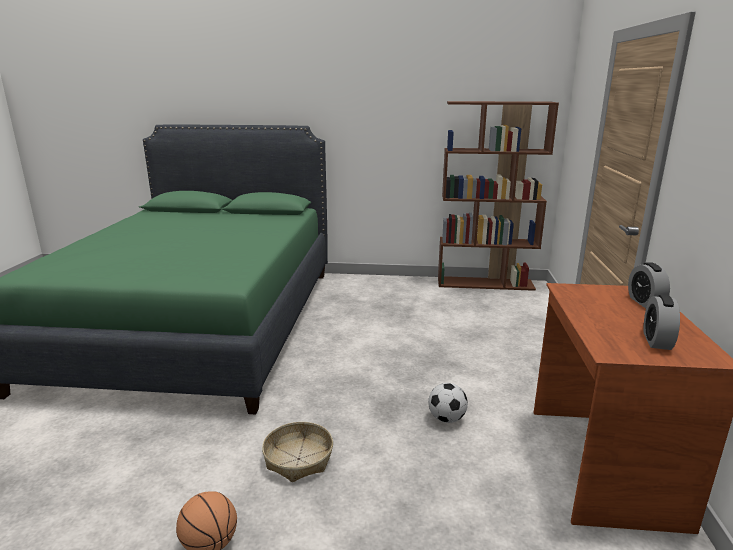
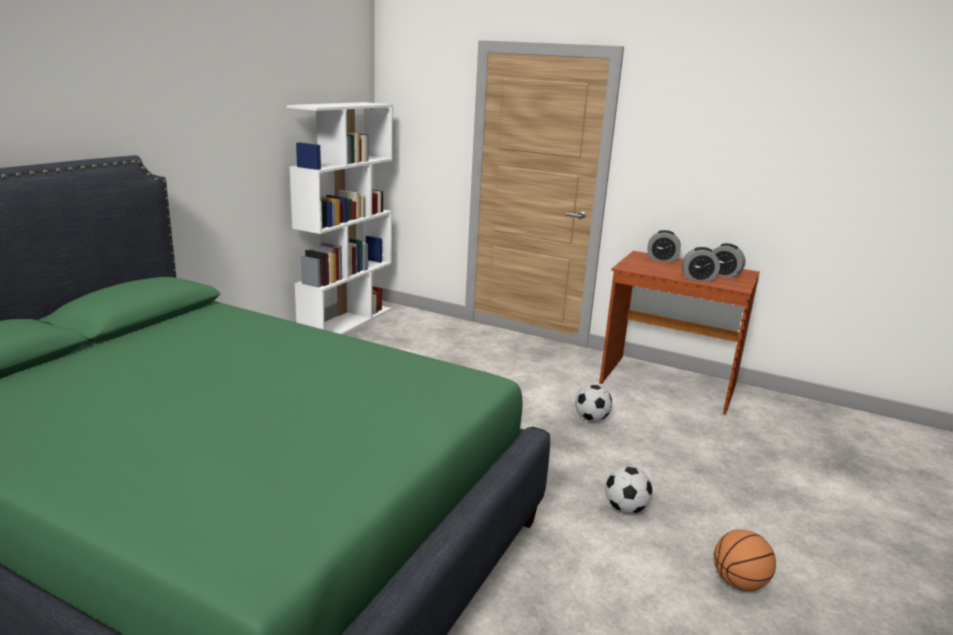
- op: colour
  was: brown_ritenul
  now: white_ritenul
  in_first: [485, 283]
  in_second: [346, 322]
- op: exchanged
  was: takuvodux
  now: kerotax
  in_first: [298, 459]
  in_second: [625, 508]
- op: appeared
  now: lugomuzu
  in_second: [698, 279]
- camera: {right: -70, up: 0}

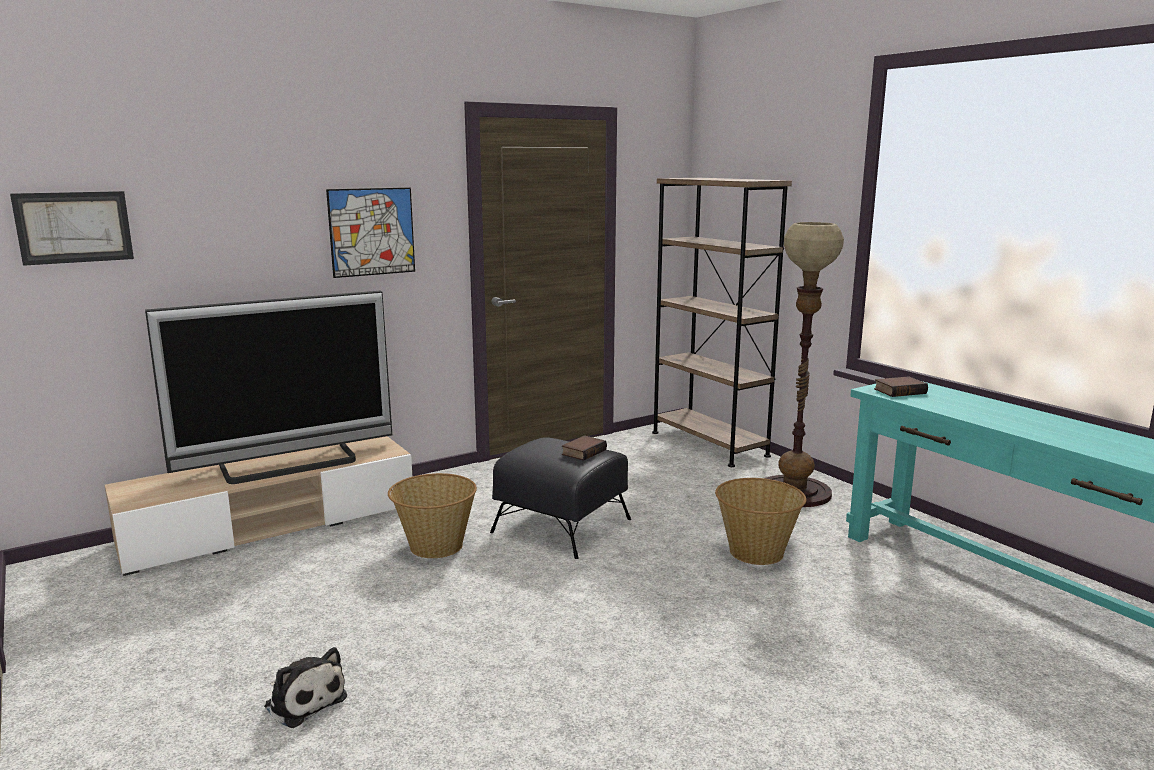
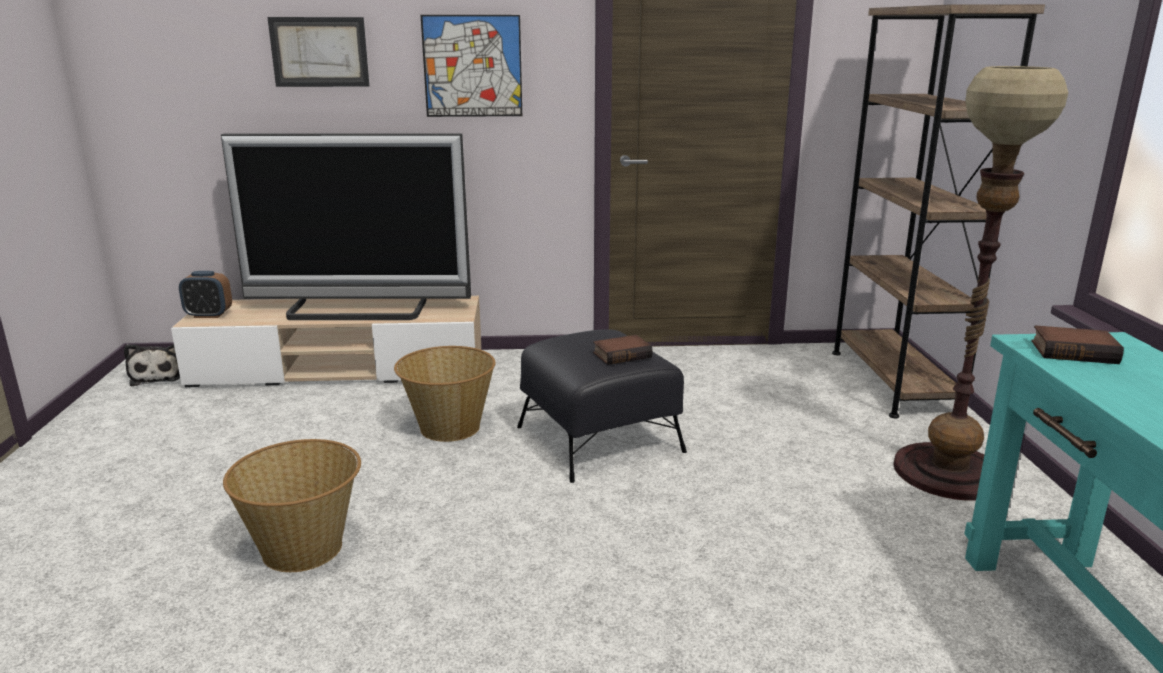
- op: relocated
  was: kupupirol
  in_first: [304, 700]
  in_second: [158, 376]
- op: appeared
  now: lugomuzu
  in_second: [209, 315]
- op: relocated
  was: takuvodux
  in_first: [756, 551]
  in_second: [304, 548]
- op: relocated
  was: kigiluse
  in_first: [74, 227]
  in_second: [319, 52]
- camera: {right: 30, up: 5}

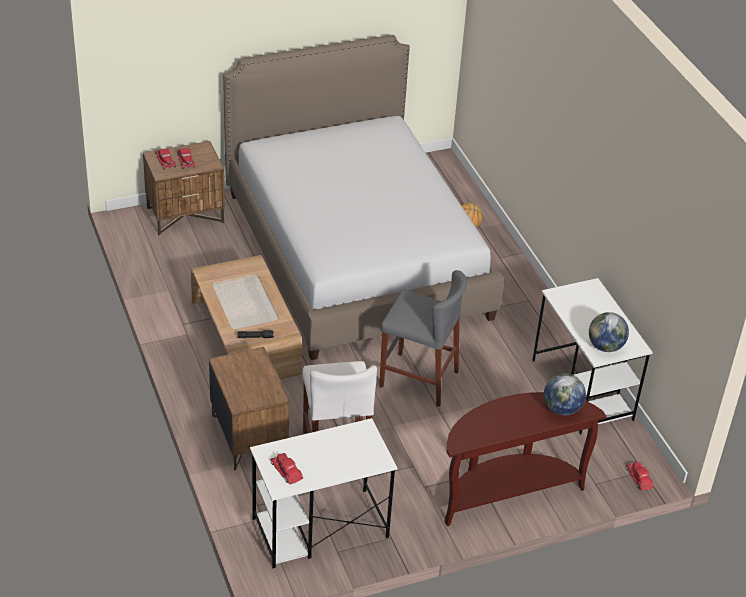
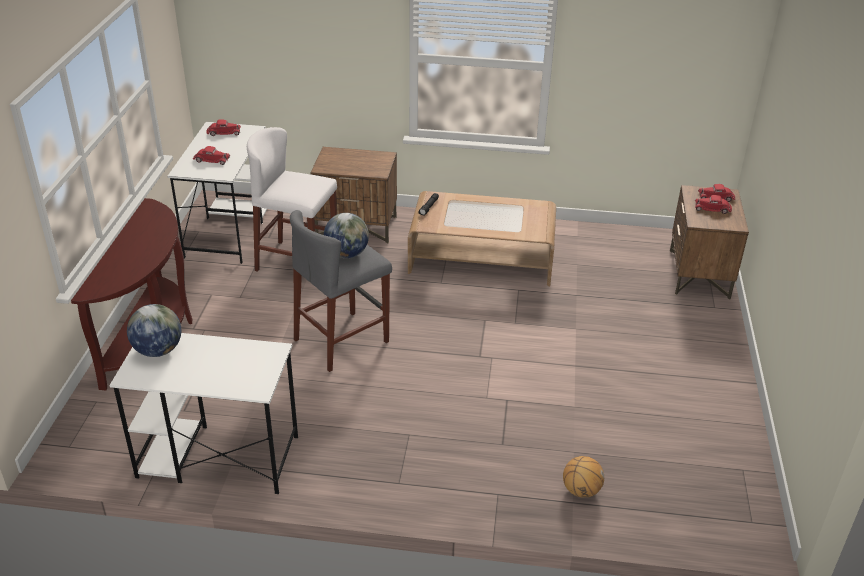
- op: relocated
  was: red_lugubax
  in_first: [639, 478]
  in_second: [211, 160]
- op: relocated
  was: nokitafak
  in_first: [561, 409]
  in_second: [347, 254]
- op: missing
  was: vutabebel
  in_first: [356, 254]
- camera: {right: 120, up: -5}

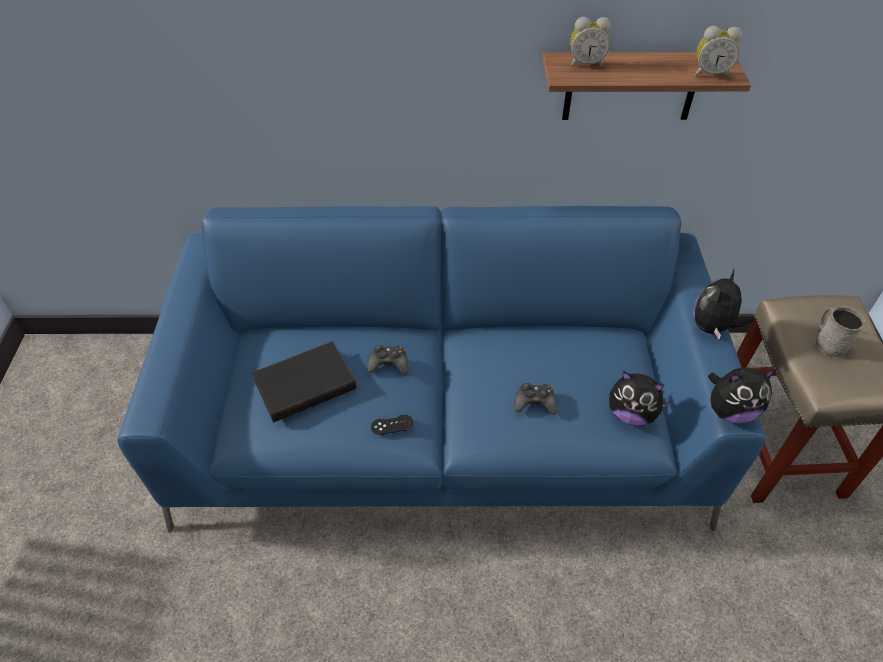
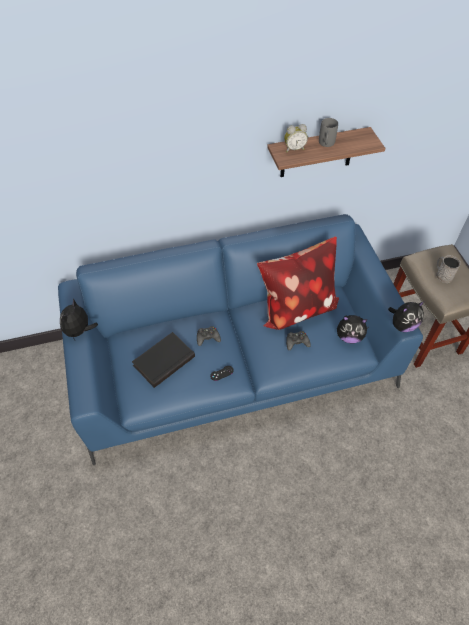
- op: relocated
  was: kupupirol
  in_first: [713, 327]
  in_second: [79, 331]
- op: appeared
  now: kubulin
  in_second: [296, 308]
- op: appeared
  now: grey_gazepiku
  in_second: [326, 144]
- op: missing
  was: lugomuzu
  in_first: [710, 74]
- camera: {right: -15, up: 5}

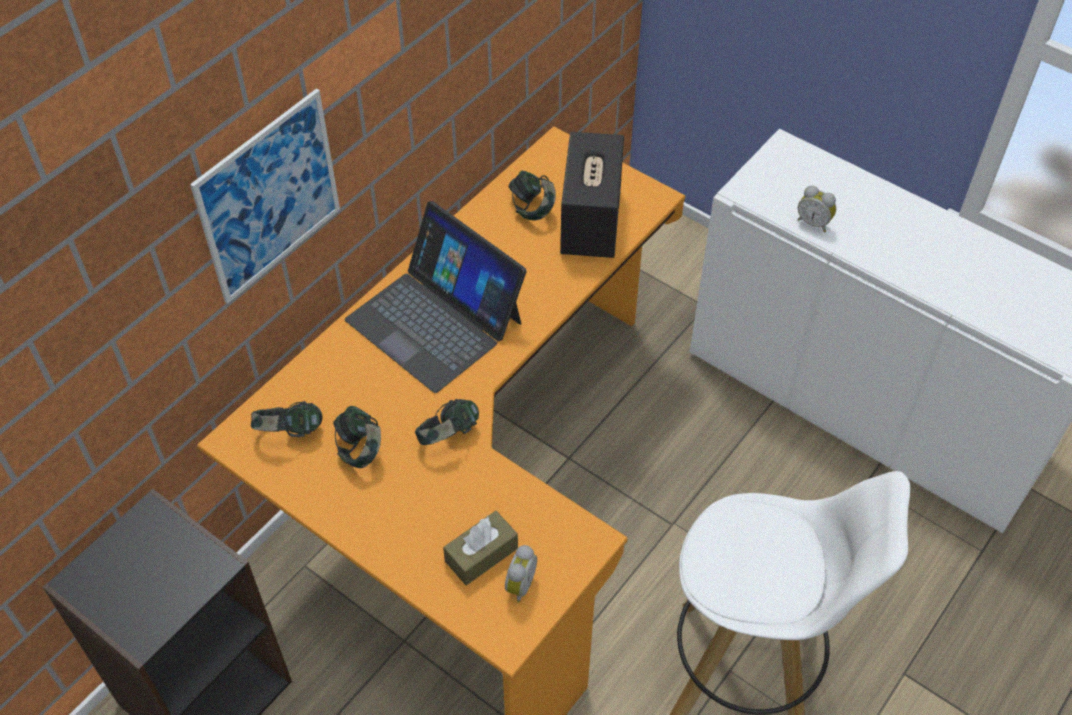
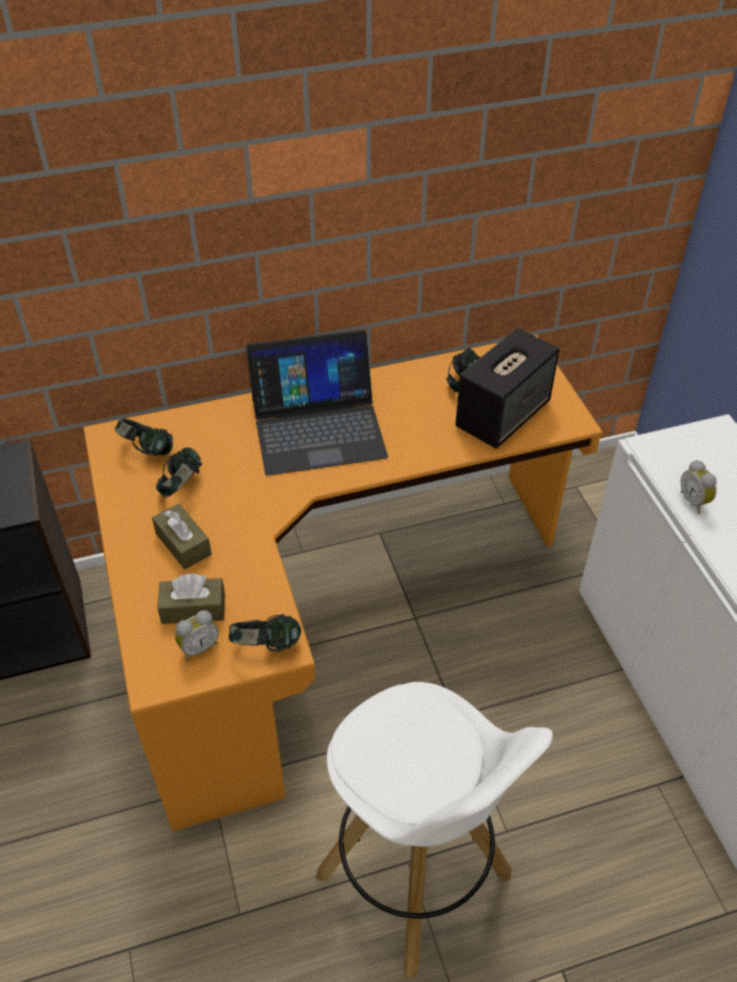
- op: appeared
  now: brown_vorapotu
  in_second: [183, 544]
- op: relocated
  was: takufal
  in_first: [448, 436]
  in_second: [266, 646]
- op: spun
  was: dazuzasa
  in_first: [435, 320]
  in_second: [318, 427]
  clockwise: -90
- op: missing
  was: kigiluse
  in_first: [269, 197]
- camera: {right: 35, up: -5}

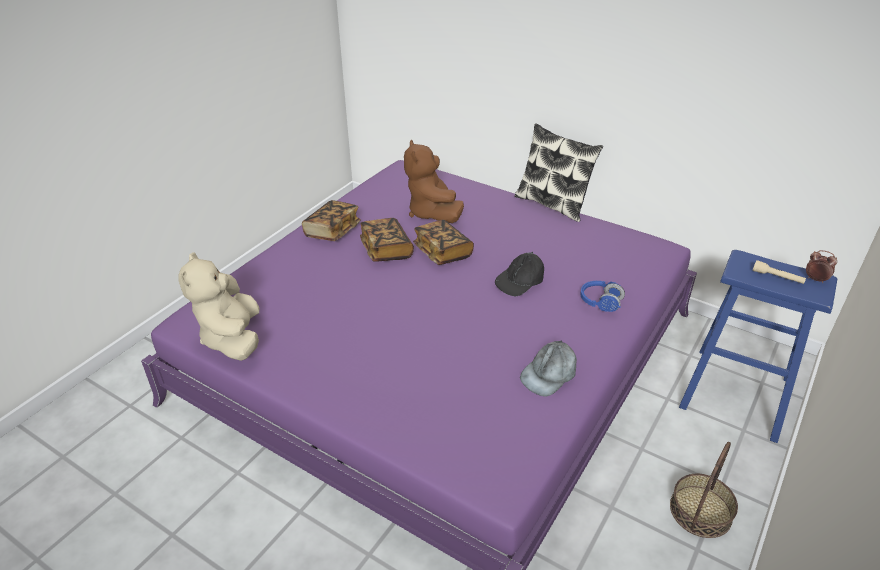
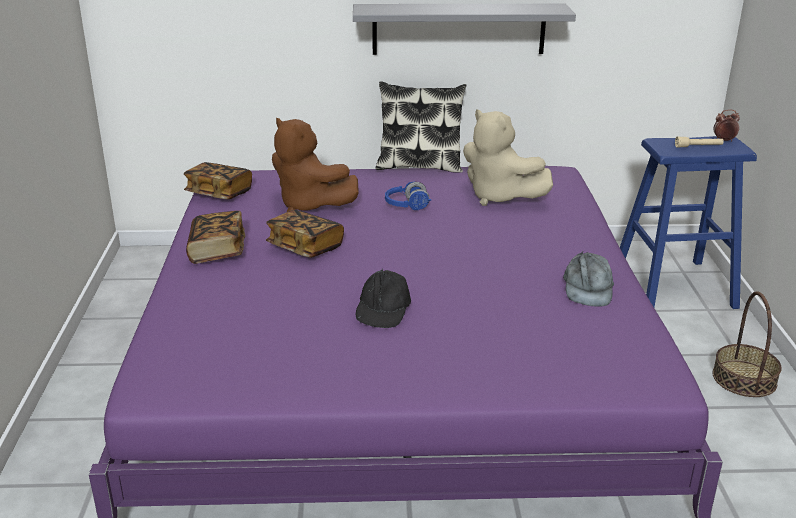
- op: relocated
  was: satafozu
  in_first: [442, 252]
  in_second: [219, 193]
- op: appeared
  now: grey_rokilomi
  in_second: [459, 29]
- op: relocated
  was: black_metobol
  in_first: [520, 280]
  in_second: [383, 308]
- op: relocated
  was: blue_takufal
  in_first: [600, 303]
  in_second: [407, 206]
- op: relocated
  was: beige_kupupirol
  in_first: [232, 338]
  in_second: [499, 197]
- camera: {right: -35, up: -10}

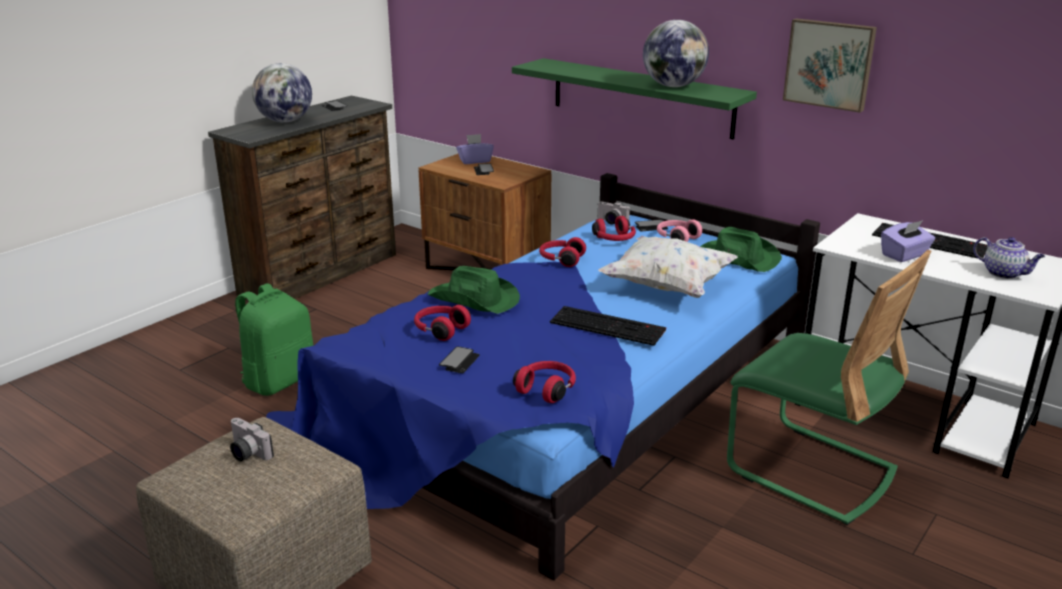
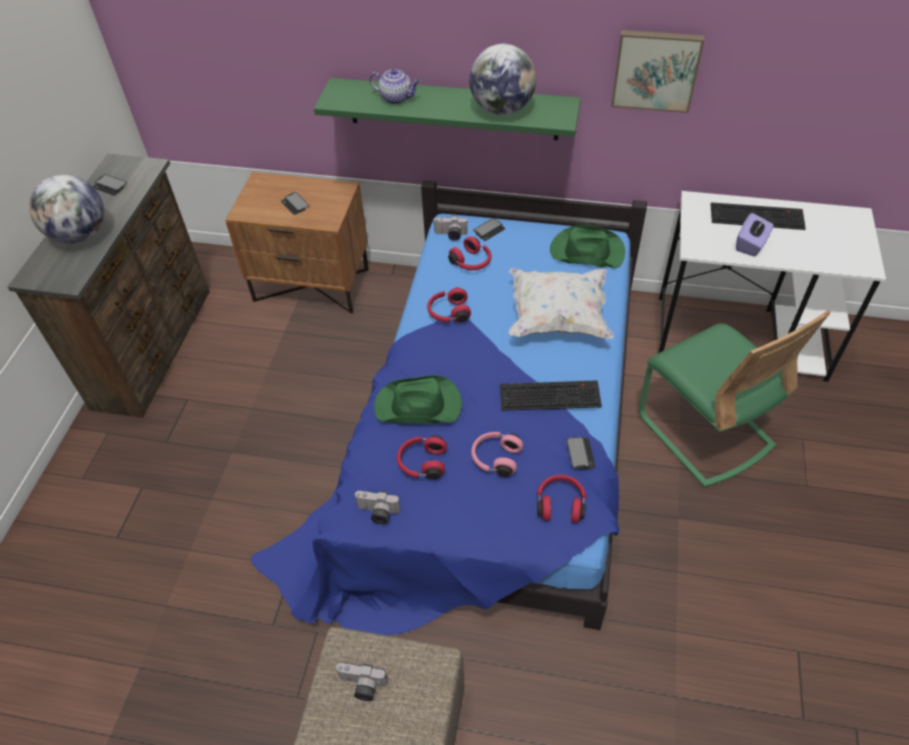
- op: appeared
  now: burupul
  in_second: [377, 513]
- op: relocated
  was: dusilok
  in_first: [1004, 273]
  in_second: [397, 98]
- op: relocated
  was: pink_takufal
  in_first: [676, 238]
  in_second: [495, 458]
- op: relocated
  was: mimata
  in_first: [459, 361]
  in_second: [580, 453]
- op: spun
  was: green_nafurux
  in_first: [810, 470]
  in_second: [704, 430]
  clockwise: 45
- op: missing
  was: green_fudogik
  in_first: [279, 380]
- op: missing
  was: purple_vorapotu
  in_first: [475, 161]
- camera: {right: -25, up: 25}

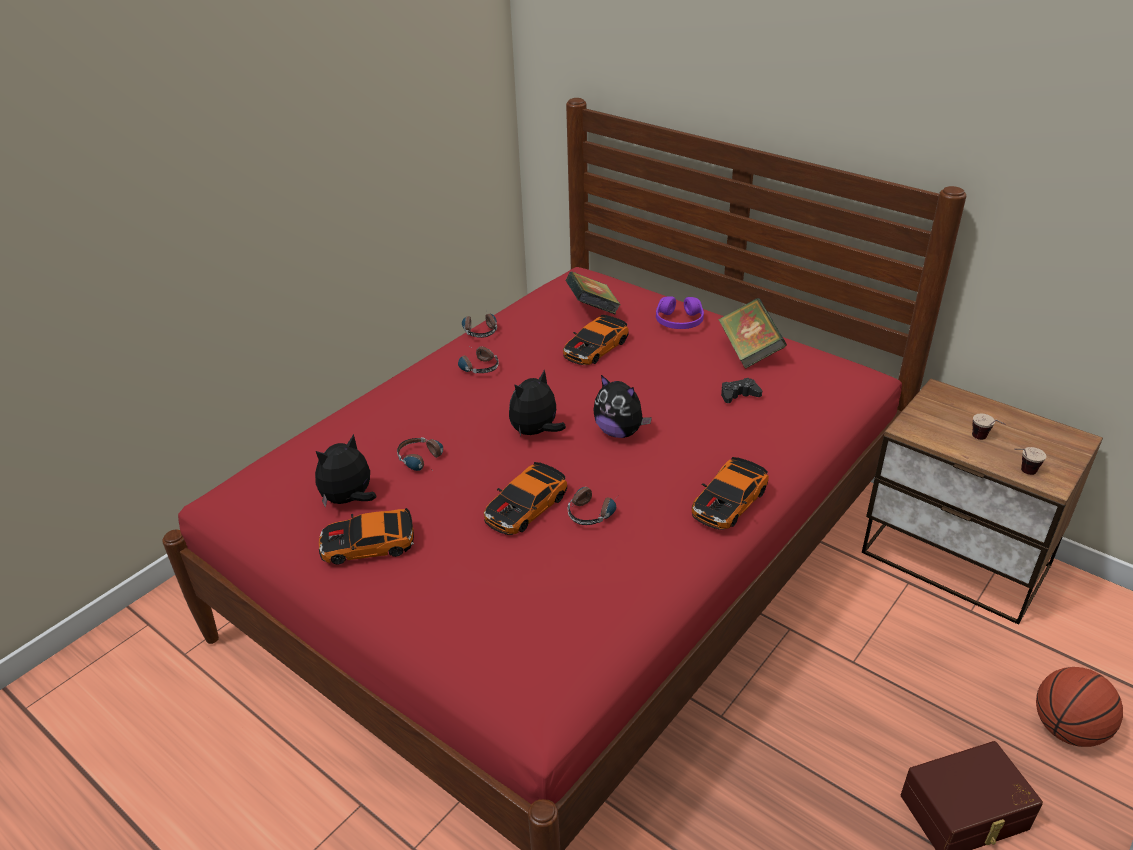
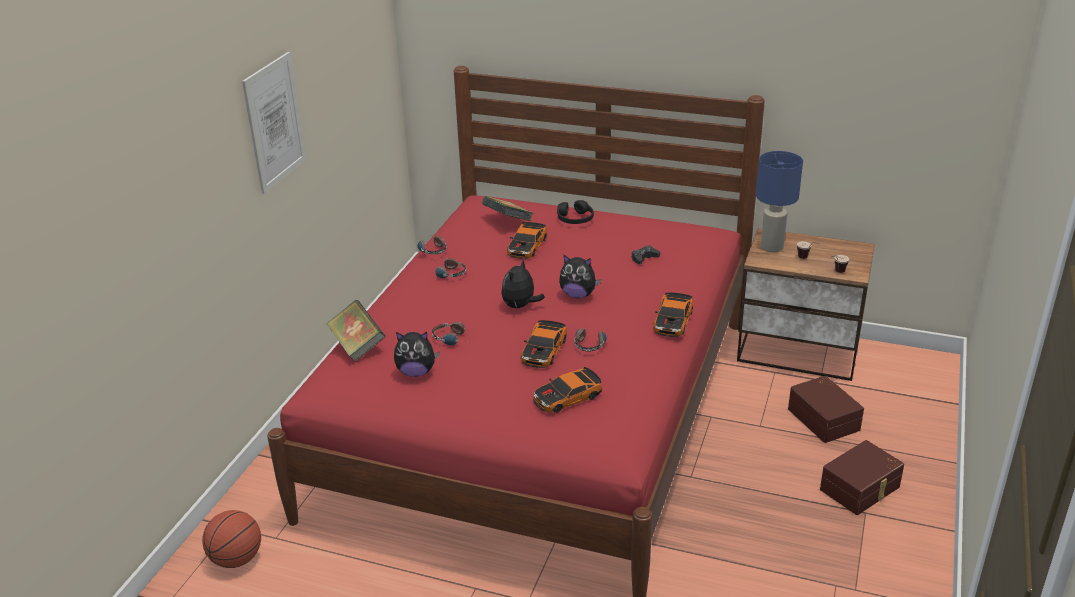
- op: relocated
  was: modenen
  in_first: [1067, 729]
  in_second: [236, 559]
- op: appeared
  now: kigiluse
  in_second: [274, 122]
- op: relocated
  was: satafozu
  in_first: [749, 351]
  in_second: [357, 345]
- op: spun
  was: kupupirol
  in_first: [349, 500]
  in_second: [416, 372]
  clockwise: -120
- op: relocated
  was: lugubax
  in_first: [368, 544]
  in_second: [567, 397]
- op: colour
  was: purple_takufal
  now: black_takufal
  in_first: [679, 321]
  in_second: [575, 219]
- op: appeared
  now: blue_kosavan
  in_second: [771, 247]
- op: appeared
  now: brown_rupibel
  in_second: [825, 419]
- camera: {right: -20, up: -5}

